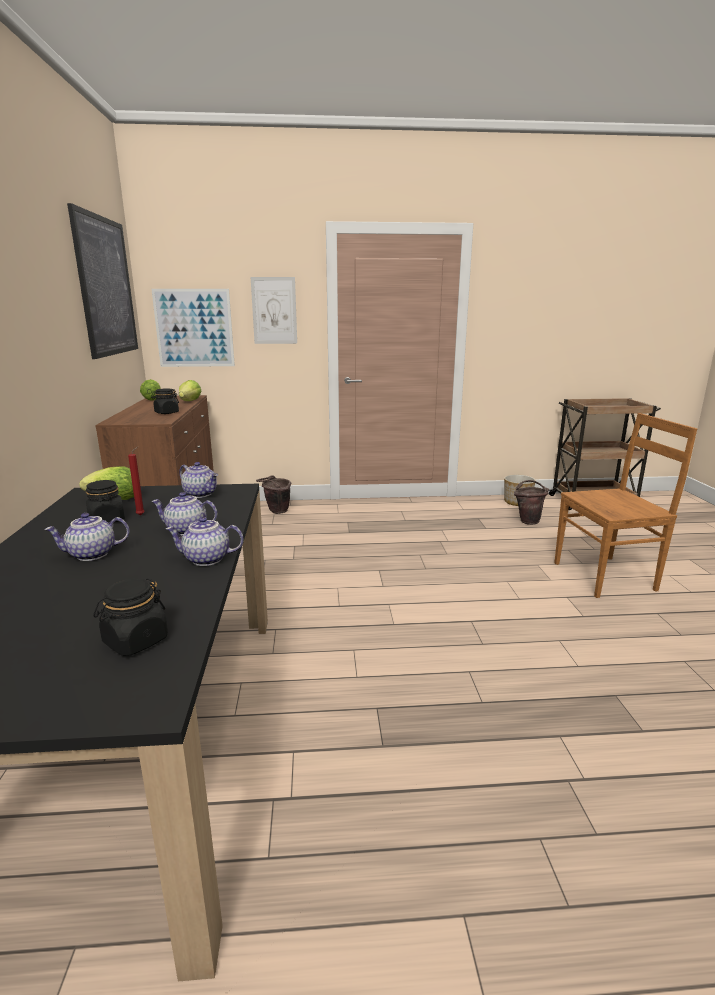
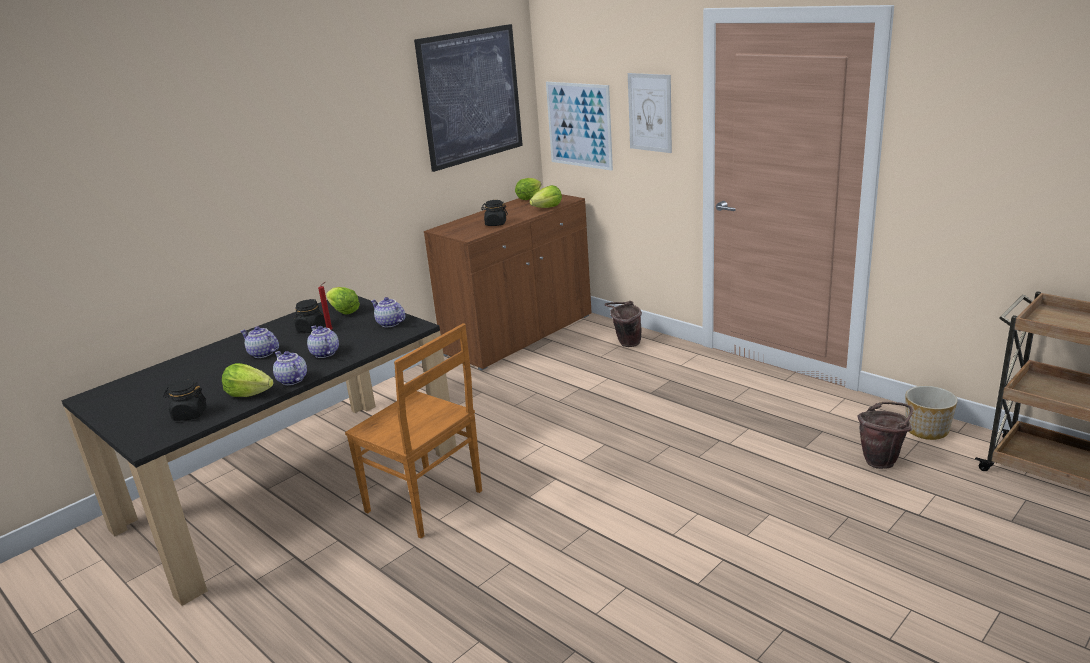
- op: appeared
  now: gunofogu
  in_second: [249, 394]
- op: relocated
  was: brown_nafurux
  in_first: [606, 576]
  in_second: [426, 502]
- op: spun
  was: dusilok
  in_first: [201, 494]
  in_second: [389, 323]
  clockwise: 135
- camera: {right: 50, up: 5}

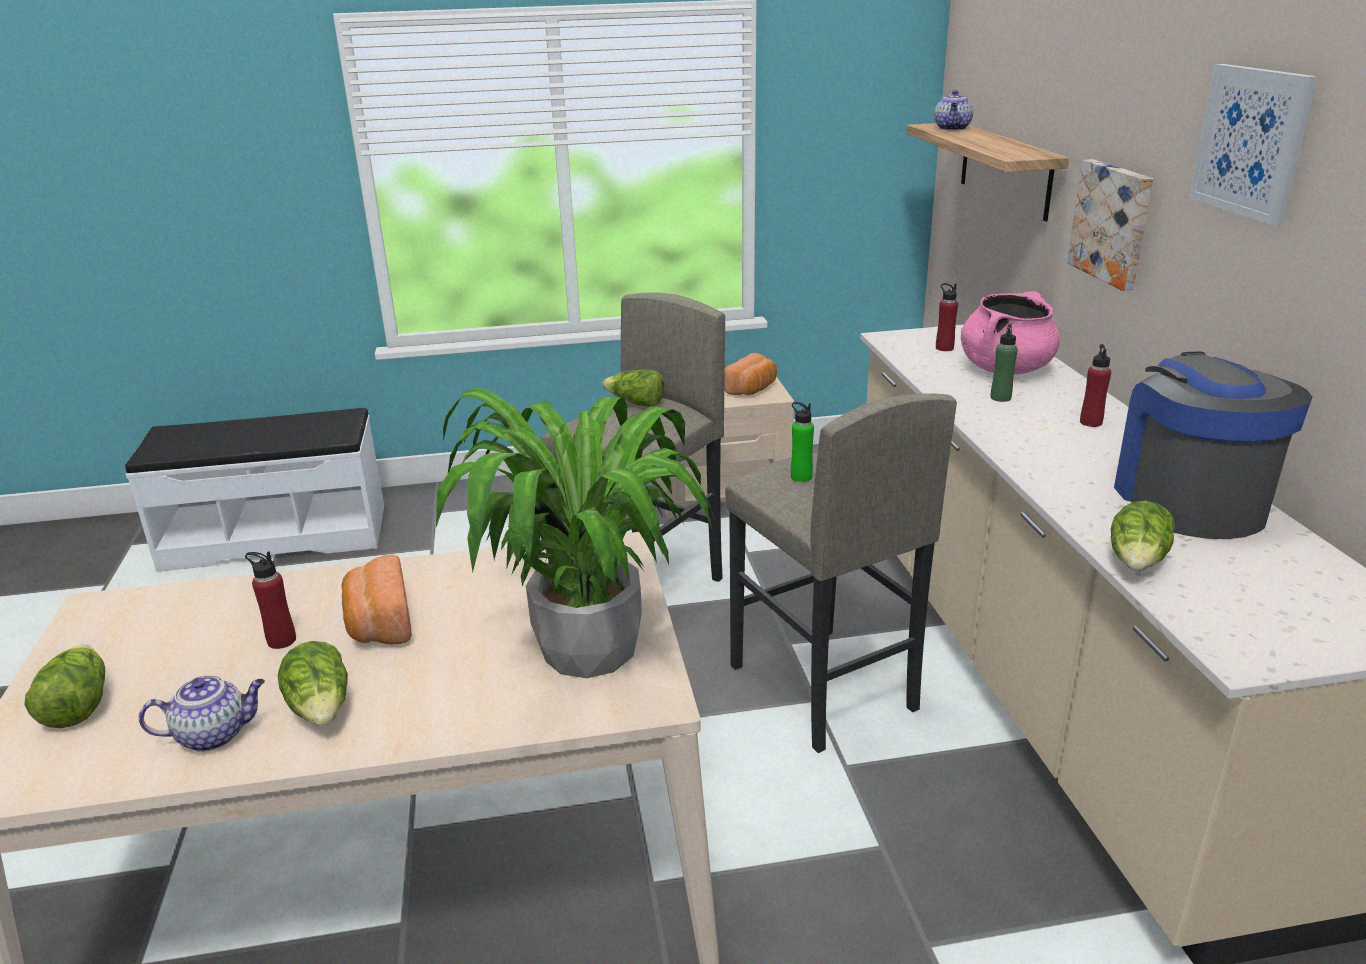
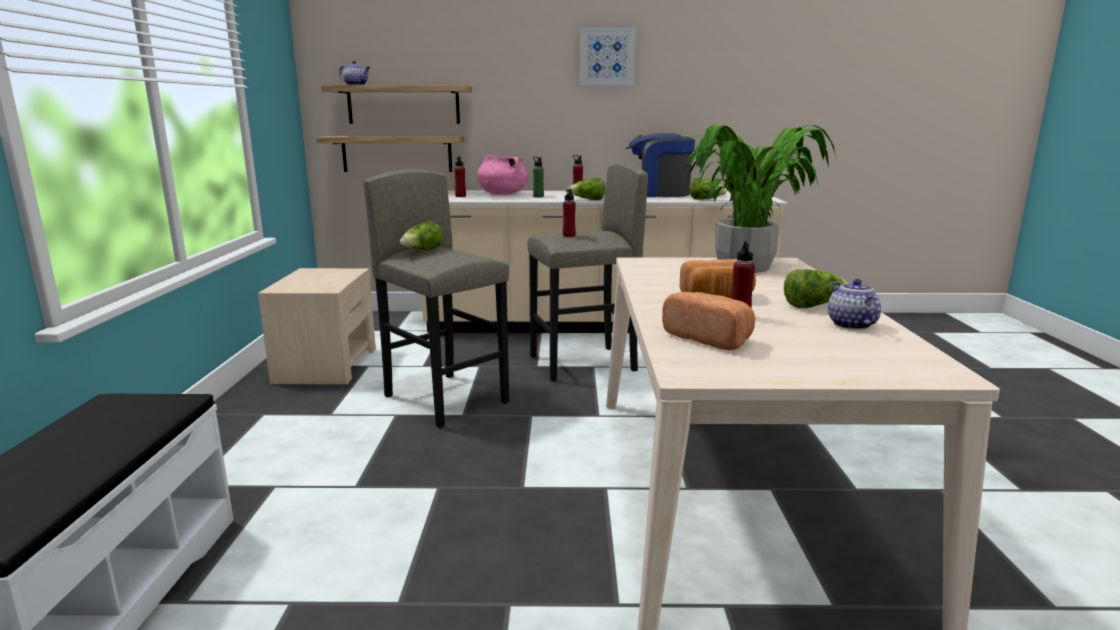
- op: appeared
  now: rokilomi
  in_second: [397, 154]
- op: colour
  was: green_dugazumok
  now: red_dugazumok
  in_first: [801, 477]
  in_second: [569, 235]
- op: relocated
  was: gunofogu
  in_first: [77, 706]
  in_second: [588, 199]
- op: relocated
  was: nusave
  in_first: [752, 389]
  in_second: [710, 339]
- op: missing
  was: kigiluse
  in_first: [1113, 223]
- camera: {right: -80, up: -10}

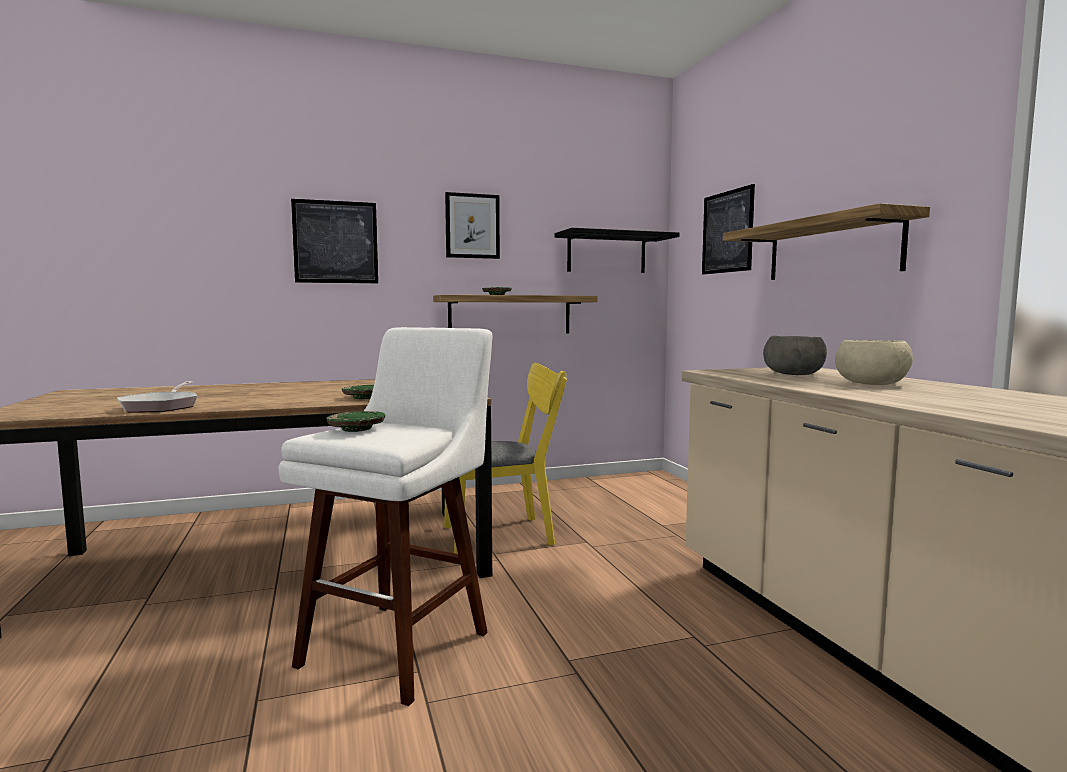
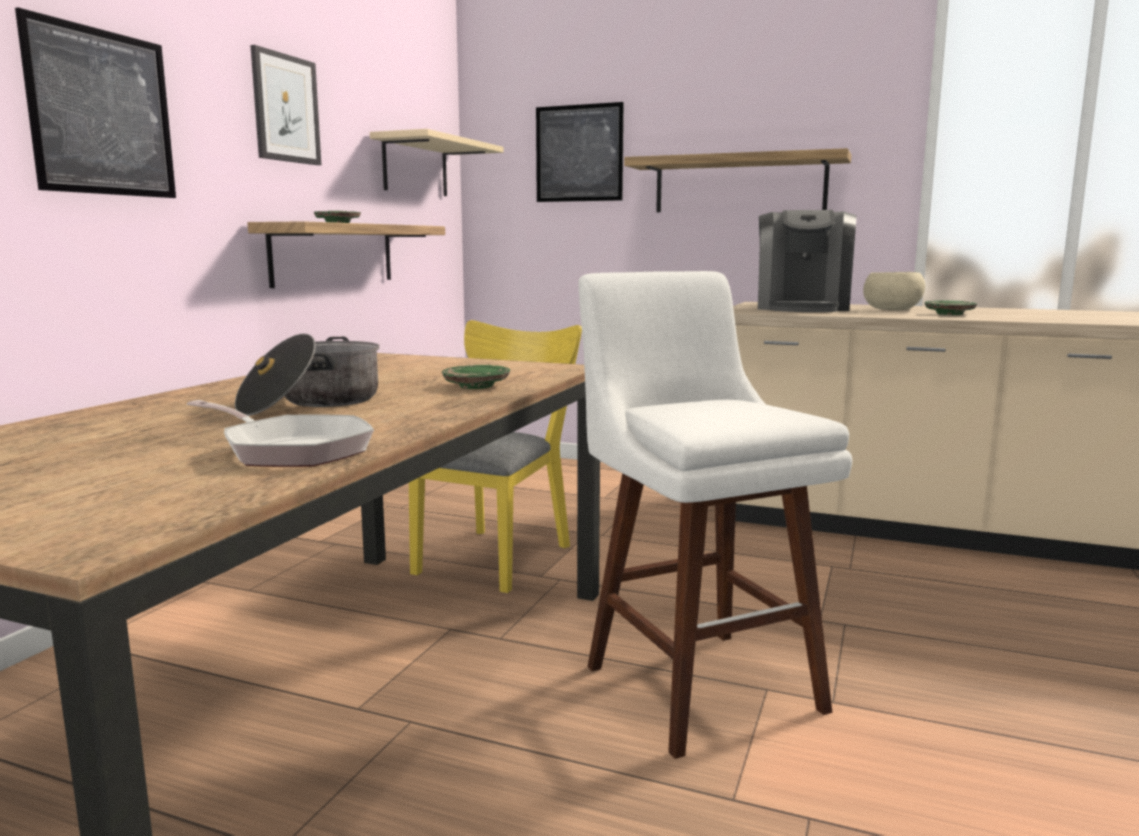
- op: appeared
  now: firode
  in_second: [312, 403]
- op: colour
  was: black_rokilomi
  now: beige_rokilomi
  in_first: [606, 253]
  in_second: [415, 167]
- op: exchanged
  was: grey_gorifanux
  now: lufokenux
  in_first: [794, 374]
  in_second: [802, 308]
- op: relocated
  was: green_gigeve
  in_first: [356, 429]
  in_second: [949, 314]
- camera: {right: -50, up: 5}

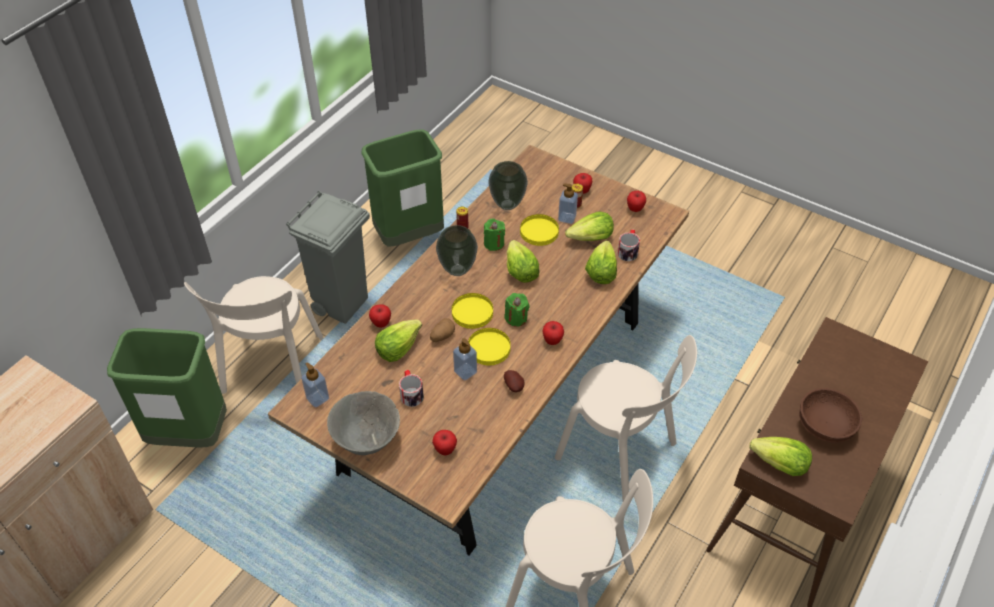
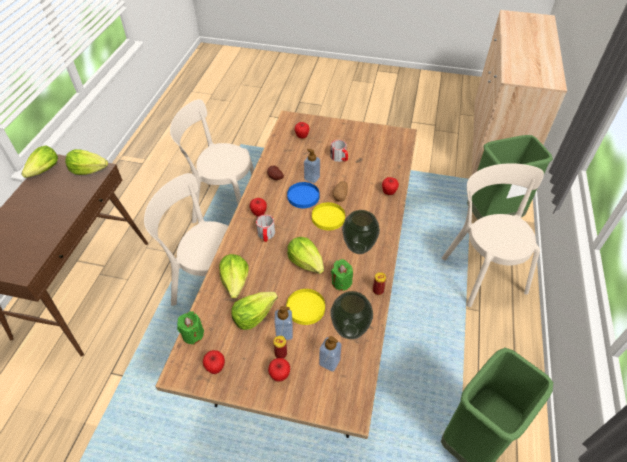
- op: relocated
  was: gunofogu
  in_first: [398, 347]
  in_second: [45, 170]
- op: relocated
  was: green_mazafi
  in_first: [516, 318]
  in_second: [193, 334]
- op: relocated
  was: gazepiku
  in_first: [628, 251]
  in_second: [266, 235]
- op: colour
  was: yellow_gigeve
  now: blue_gigeve
  in_first: [488, 348]
  in_second: [303, 196]
- op: relocated
  was: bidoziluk
  in_first: [317, 398]
  in_second: [329, 362]
- op: missing
  was: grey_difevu
  in_first: [342, 304]
- op: missing
  was: grey_gorifanux
  in_first: [366, 439]
- op: missing
  was: brown_gorifanux
  in_first: [825, 426]
- camera: {right: 160, up: 0}

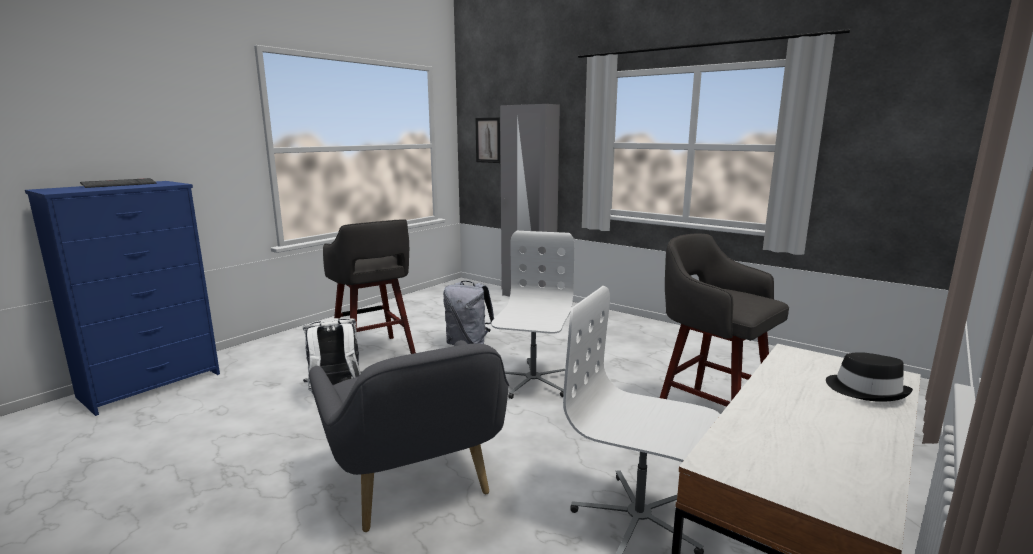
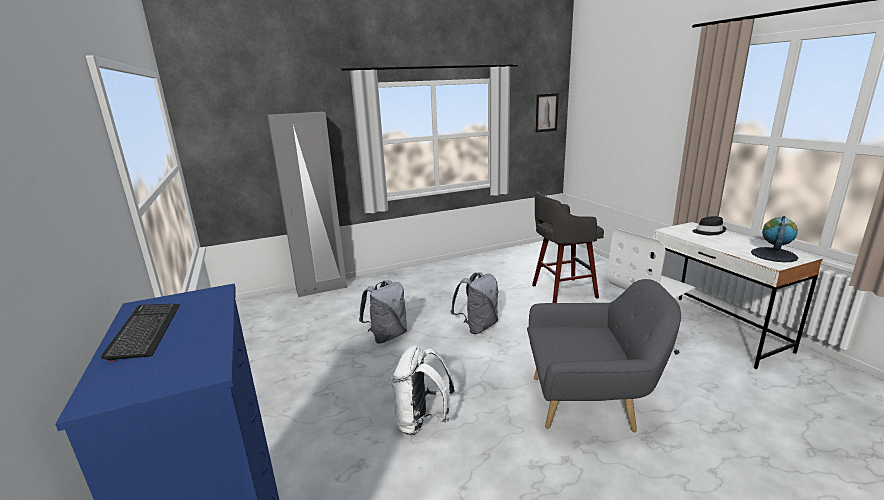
- op: exchanged
  was: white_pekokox
  now: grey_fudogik
  in_first: [532, 381]
  in_second: [478, 327]
- op: relocated
  was: kigiluse
  in_first: [488, 140]
  in_second: [546, 112]
- op: appeared
  now: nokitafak
  in_second: [773, 255]
- op: missing
  was: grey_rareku
  in_first: [374, 355]
- camera: {right: -60, up: 5}

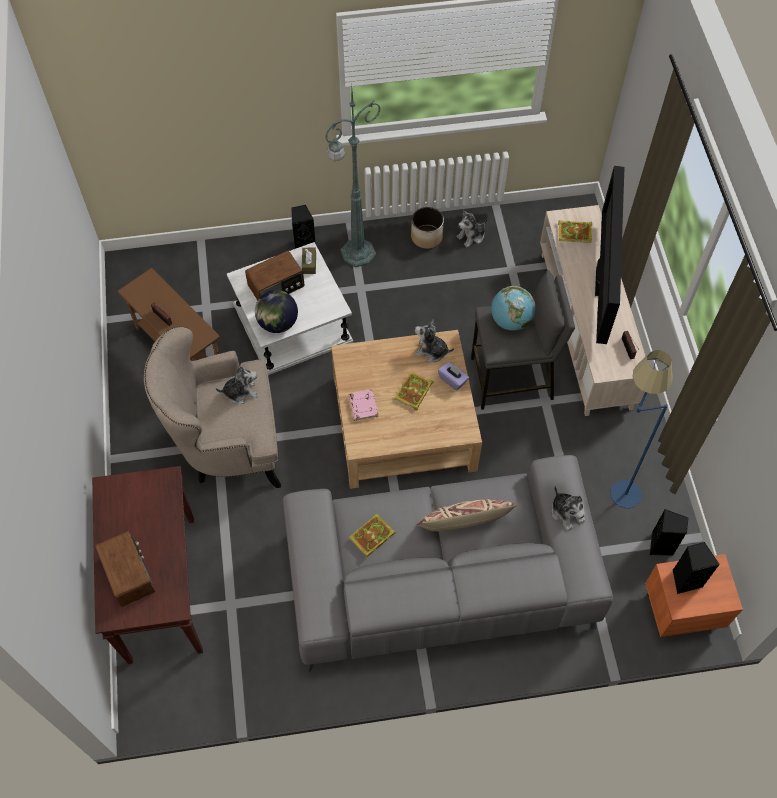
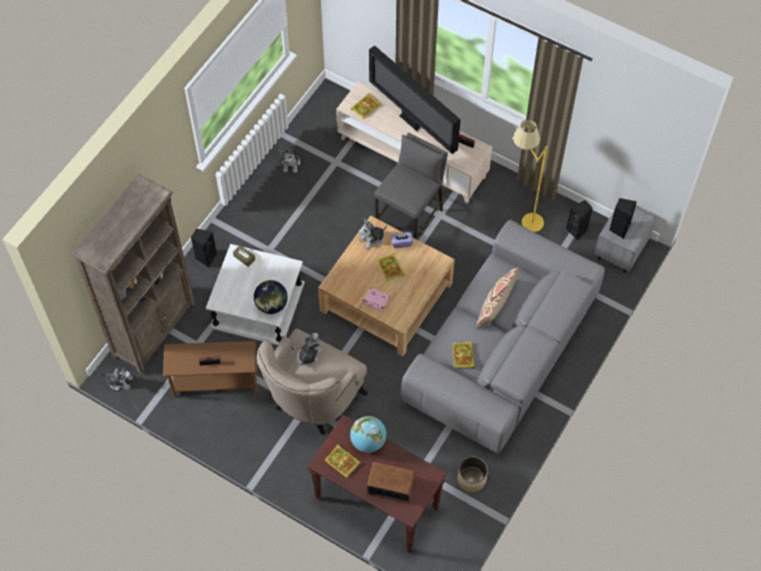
- op: appeared
  now: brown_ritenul
  in_second: [155, 329]
- op: relocated
  was: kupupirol
  in_first: [566, 512]
  in_second: [120, 381]
- op: appeared
  now: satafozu
  in_second: [343, 462]
- op: relocated
  was: nokitafak
  in_first: [510, 321]
  in_second: [368, 442]
- op: relocated
  was: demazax
  in_first: [426, 237]
  in_second: [471, 479]
- op: colour
  was: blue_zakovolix
  now: yellow_zakovolix
  in_first: [617, 482]
  in_second: [522, 220]
- op: colour
  was: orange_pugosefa
  now: grey_pugosefa
  in_first: [680, 610]
  in_second: [619, 251]
- op: missing
  was: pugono
  in_first: [277, 287]
- op: missing
  was: green_zakovolix
  in_first: [356, 253]
- camera: {right: -50, up: 0}

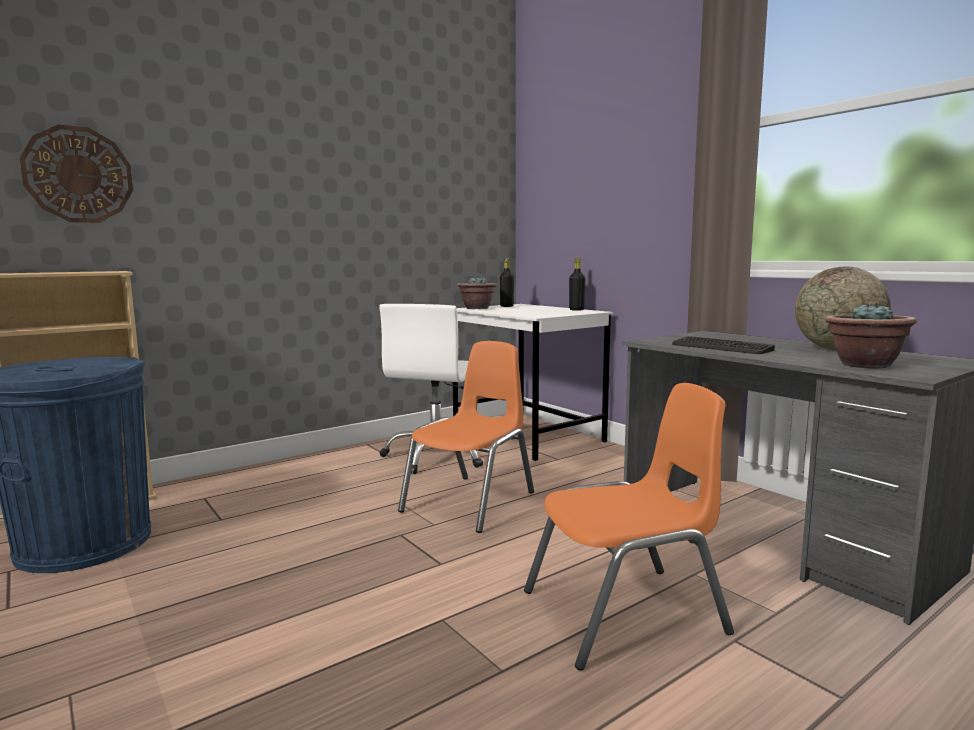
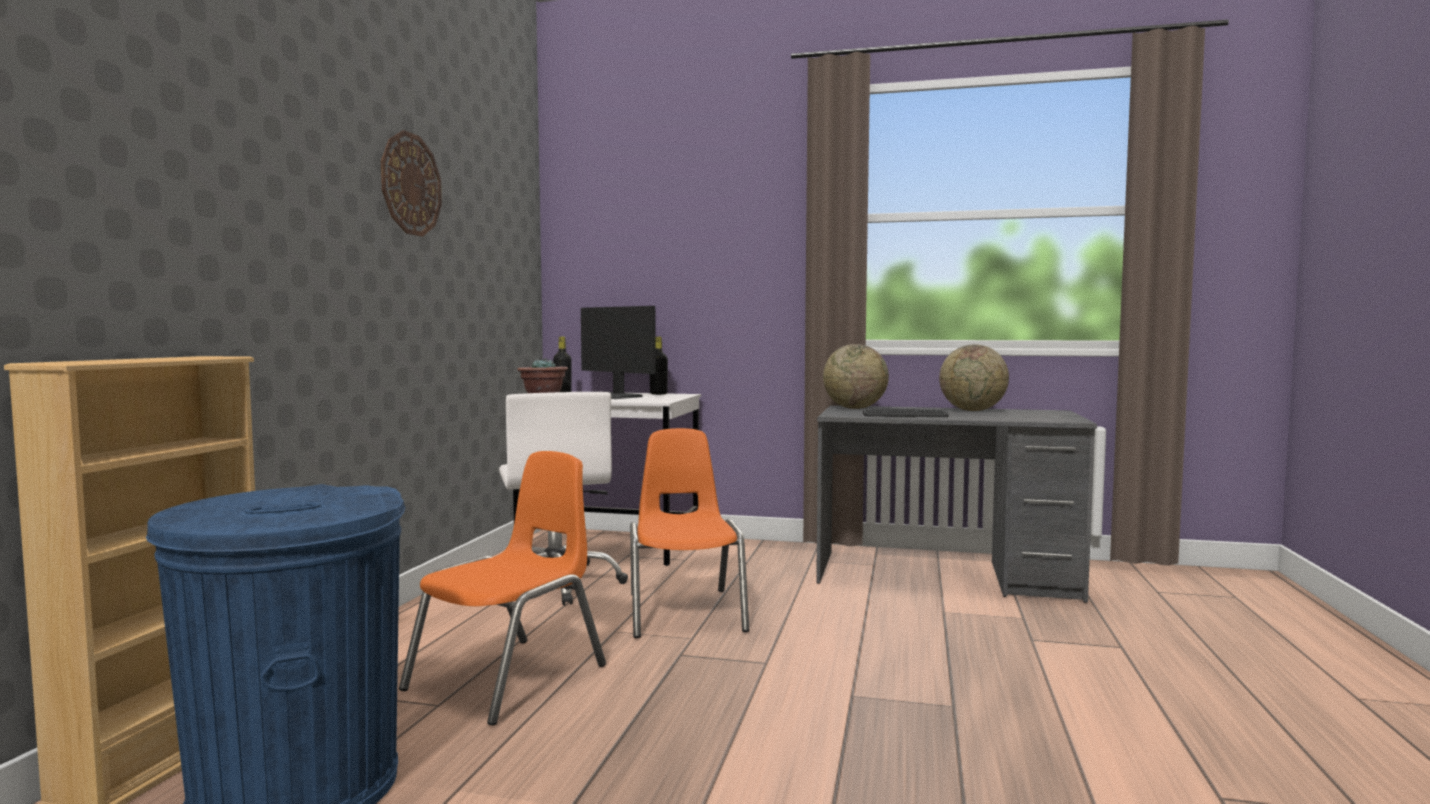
- op: relocated
  was: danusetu
  in_first: [78, 175]
  in_second: [411, 184]
- op: relocated
  was: orange_nafurux
  in_first: [625, 613]
  in_second: [509, 678]
- op: appeared
  now: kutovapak
  in_second: [611, 396]
- op: appeared
  now: nokitafak
  in_second: [855, 408]
- op: missing
  was: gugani
  in_first: [864, 365]
- camera: {right: -40, up: -5}

